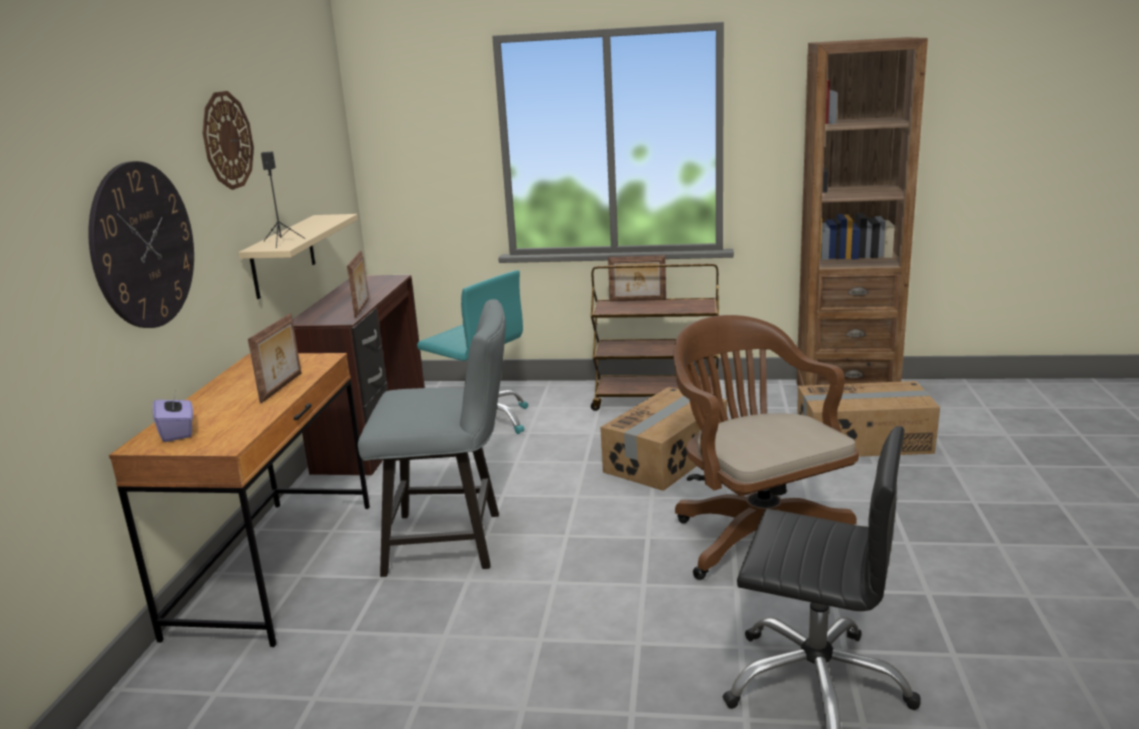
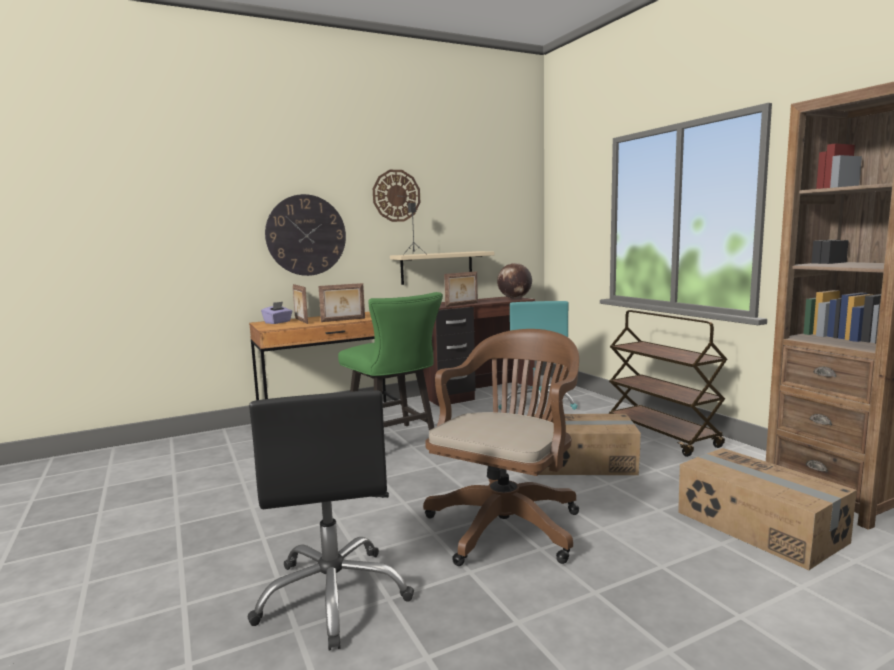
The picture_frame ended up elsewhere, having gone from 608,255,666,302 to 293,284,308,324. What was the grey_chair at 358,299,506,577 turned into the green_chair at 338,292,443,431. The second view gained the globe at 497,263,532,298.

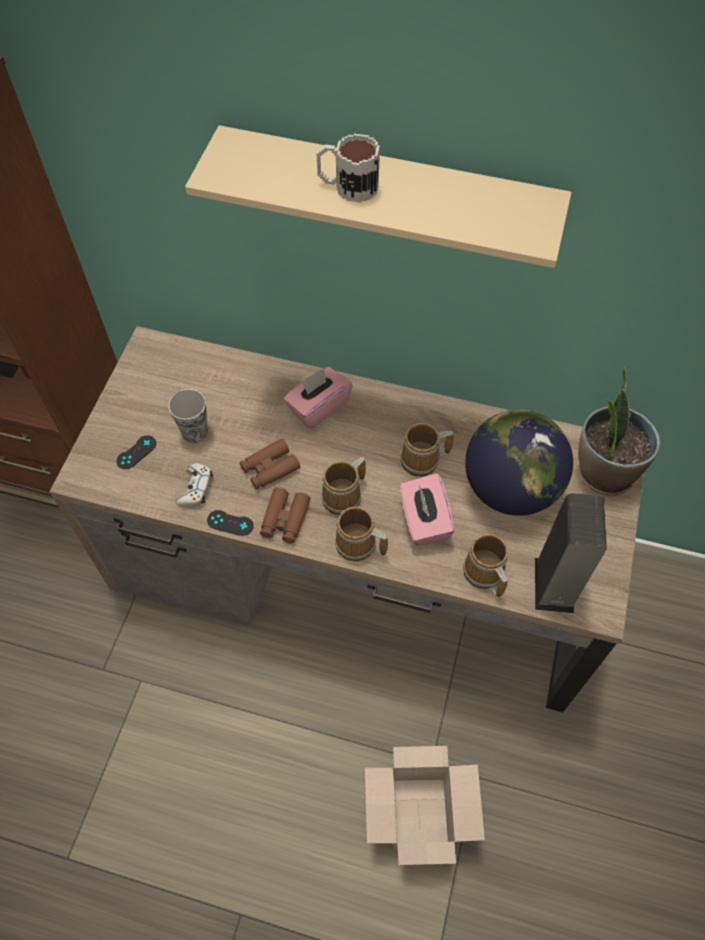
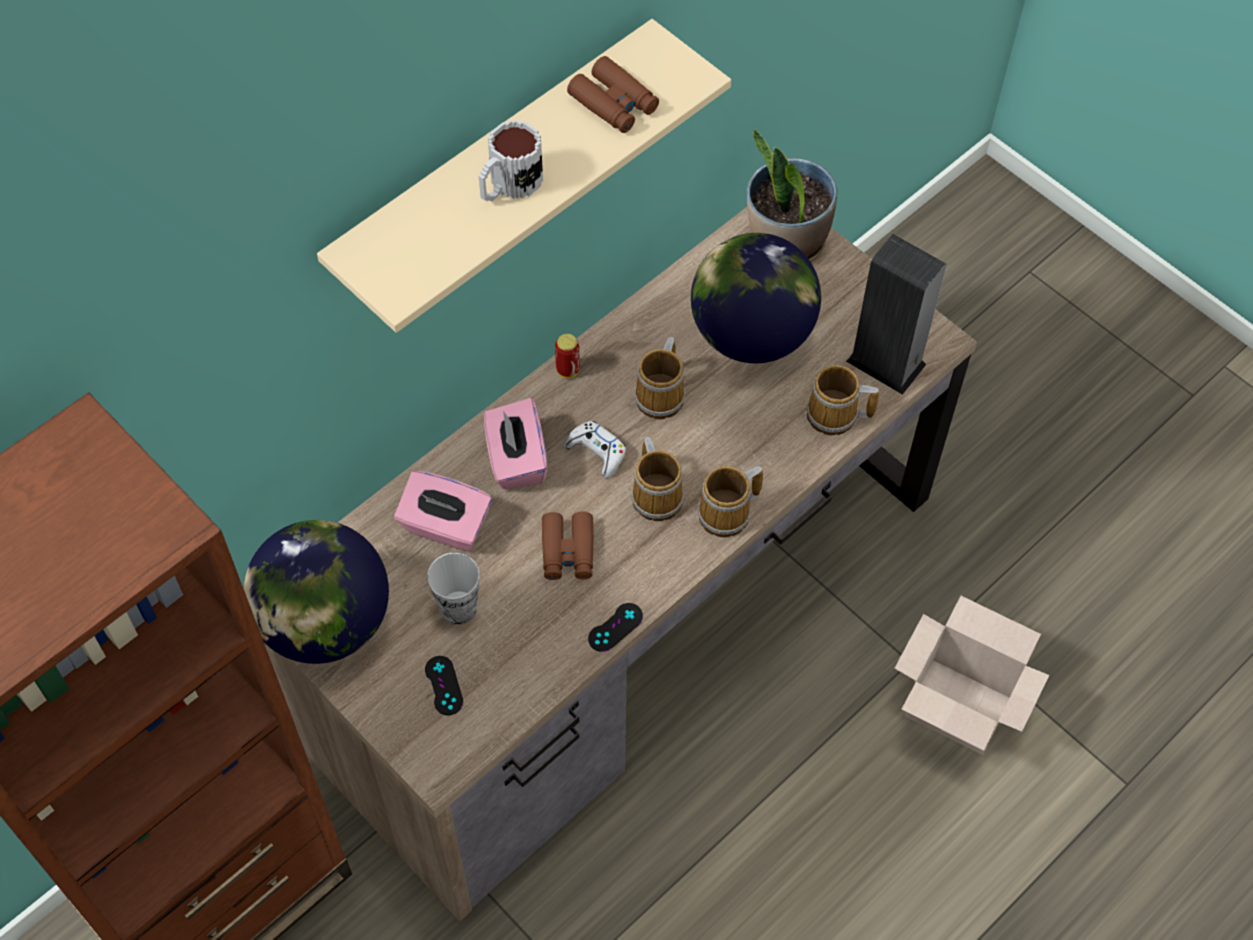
The white_game_controller ended up elsewhere, having gone from 176,463,213,507 to 565,421,626,478. The pink_tissue_box ended up elsewhere, having gone from 400,473,455,546 to 394,471,492,551. The brown_binoculars ended up elsewhere, having gone from 260,487,311,544 to 567,56,659,133. The second view gained the can at 555,334,580,378. The second view gained the globe at 244,520,389,664.

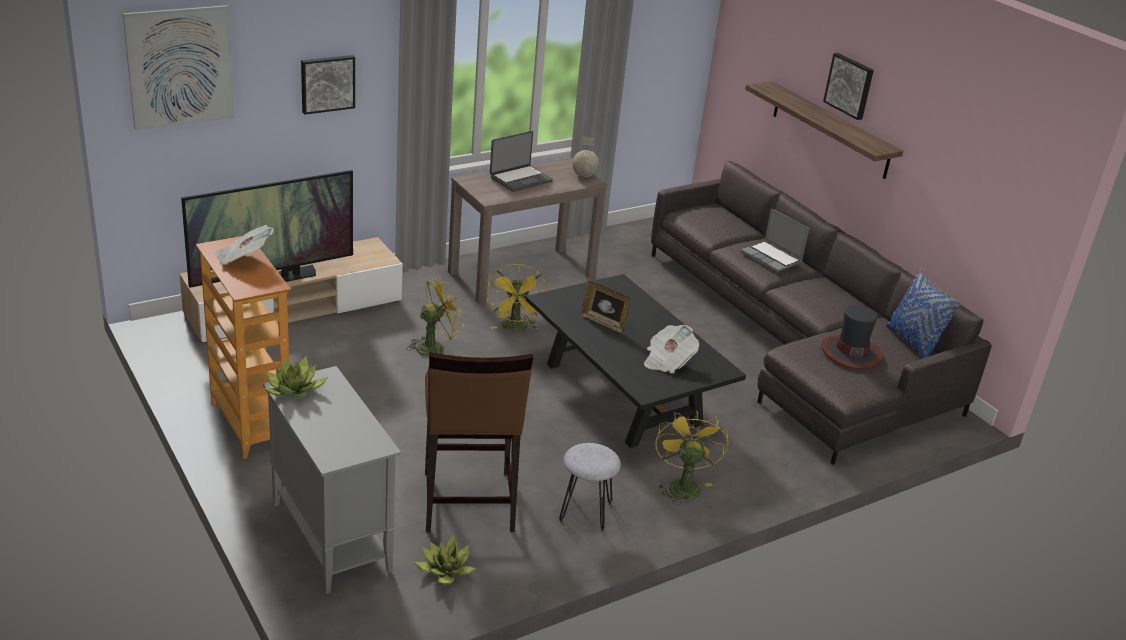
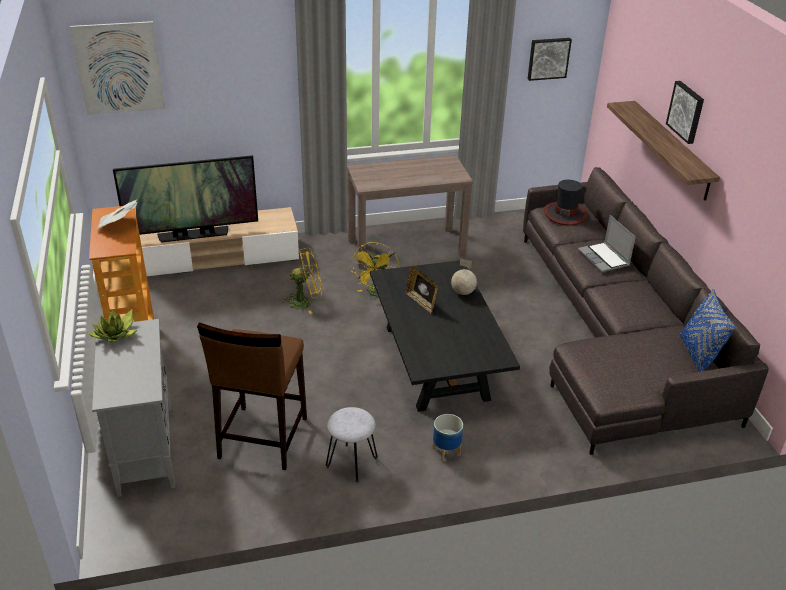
The picture ended up elsewhere, having gone from 301,55,355,115 to 528,38,572,81. The second view lost the laptop at 490,131,553,192. The globe ended up elsewhere, having gone from 572,136,599,177 to 451,258,477,295. The hat ended up elsewhere, having gone from 821,305,883,369 to 544,180,588,225. The second view lost the newspaper at 644,325,699,373. Where the yellow_fan stood at 655,410,728,506, the planter came to stand at 433,414,463,462. The second view lost the potted_plant at 414,535,477,586.

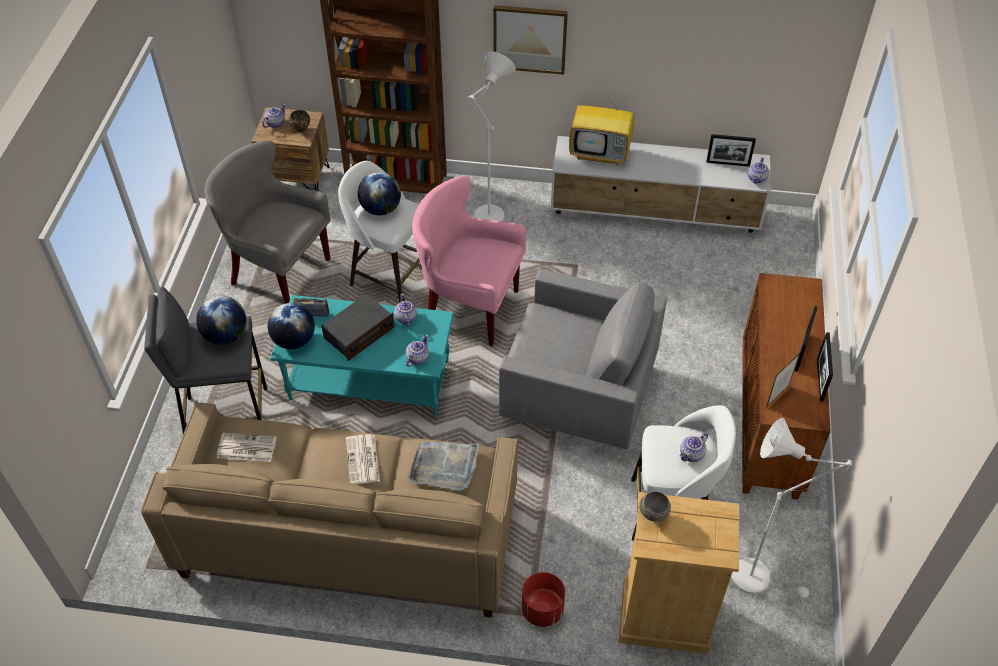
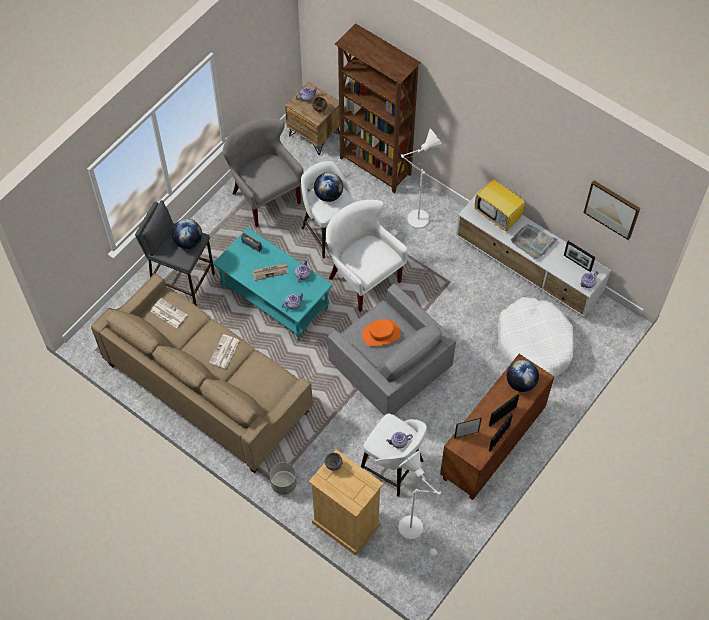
The picture ended up elsewhere, having gone from 493,5,568,75 to 583,180,640,240. What was the pink_armchair at 412,175,526,346 turned into the white_armchair at 326,200,408,312. Where the radio stood at 321,294,395,361, the newspaper came to stand at 252,263,288,281. The globe ended up elsewhere, having gone from 268,303,315,349 to 507,360,539,392. The grey_tray ended up elsewhere, having gone from 408,442,479,491 to 511,224,558,259. What was the red_planter at 522,572,565,627 turned into the grey_planter at 270,462,297,495. The second view gained the white_dog_bed at 498,297,574,379. The second view gained the orange_hat at 362,319,401,347.

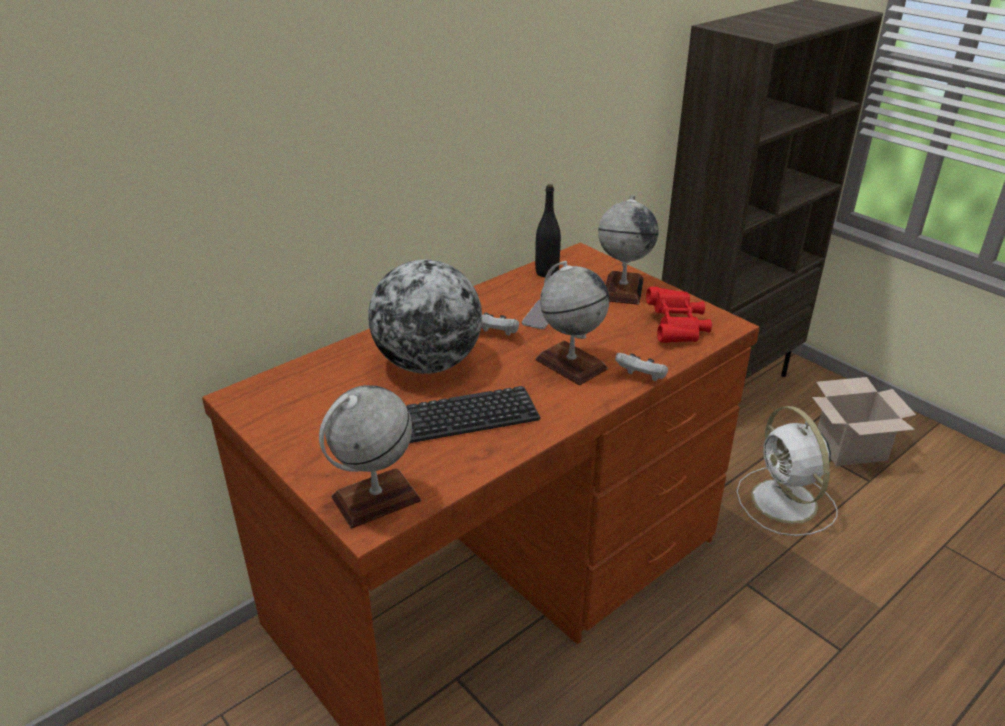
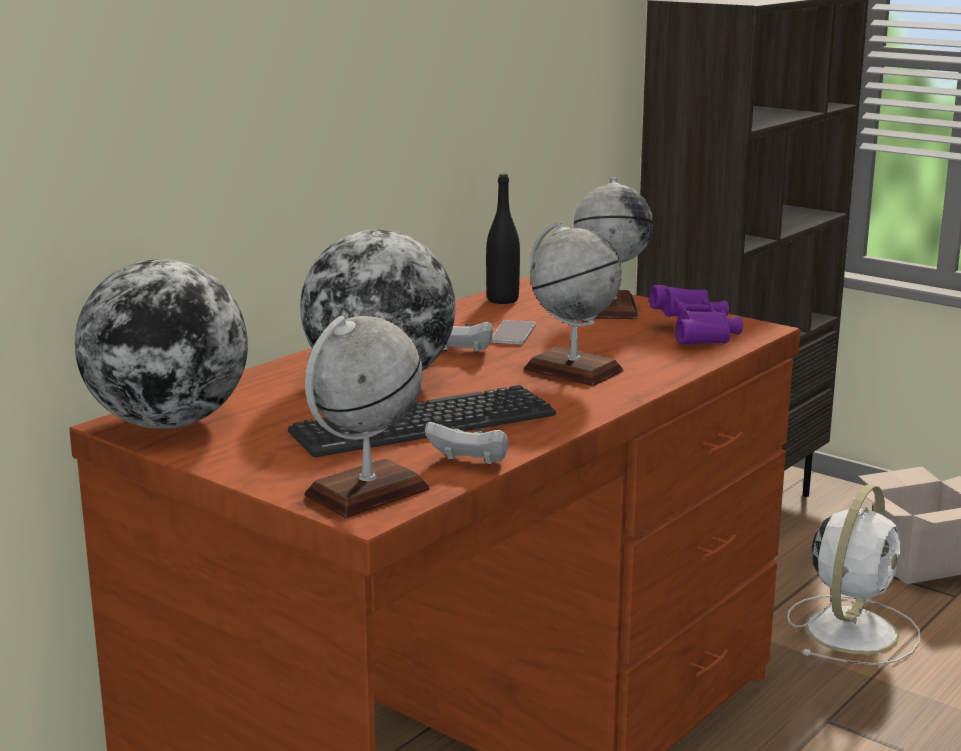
What was the red_binoculars at 646,287,712,343 turned into the purple_binoculars at 649,285,743,345. The white_game_controller ended up elsewhere, having gone from 615,353,668,381 to 425,422,508,465. The white_fan at 737,406,838,536 ended up facing another way, 120 degrees counterclockwise from before. The second view gained the globe at 75,259,248,429.

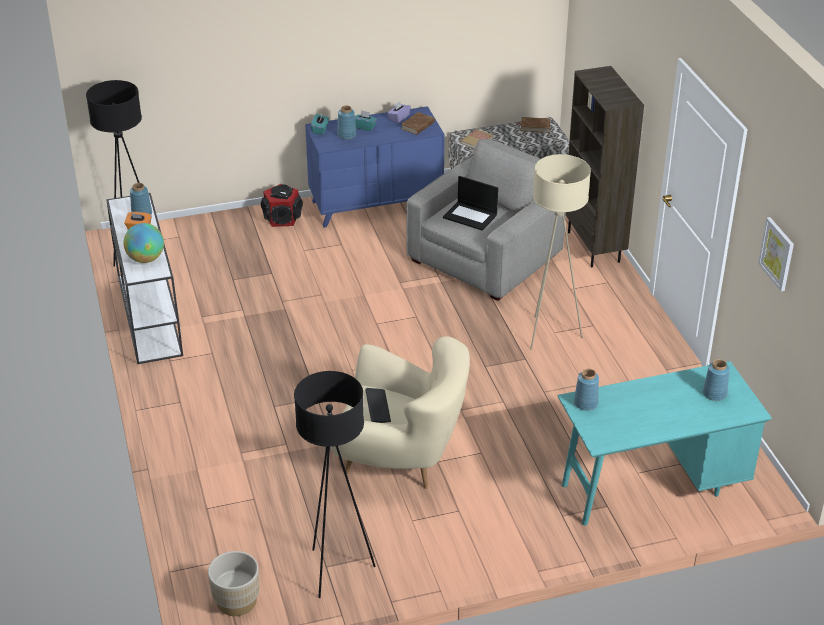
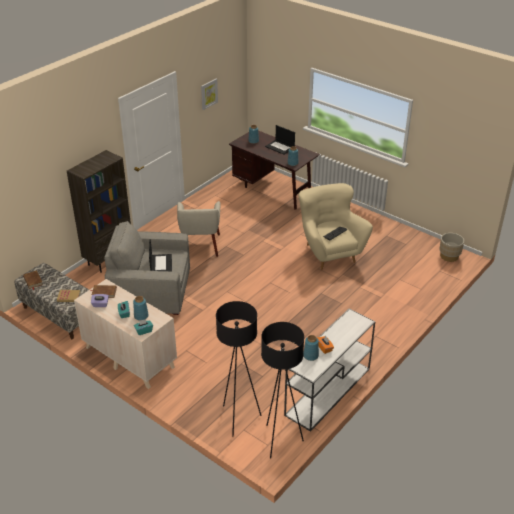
What was the blue_dresser at 305,106,445,228 turned into the beige_dresser at 74,279,177,389. Where the beige_floor_lamp stood at 530,154,591,350, the beige_armchair came to stand at 177,201,221,257. The second view lost the speaker at 261,184,303,227. The second view lost the globe at 123,223,164,263. What was the turquoise_desk at 557,361,772,526 turned into the brown_desk at 229,131,320,210. The black_floor_lamp ended up elsewhere, having gone from 294,371,376,598 to 216,301,262,436. The second view gained the laptop at 265,125,295,155.

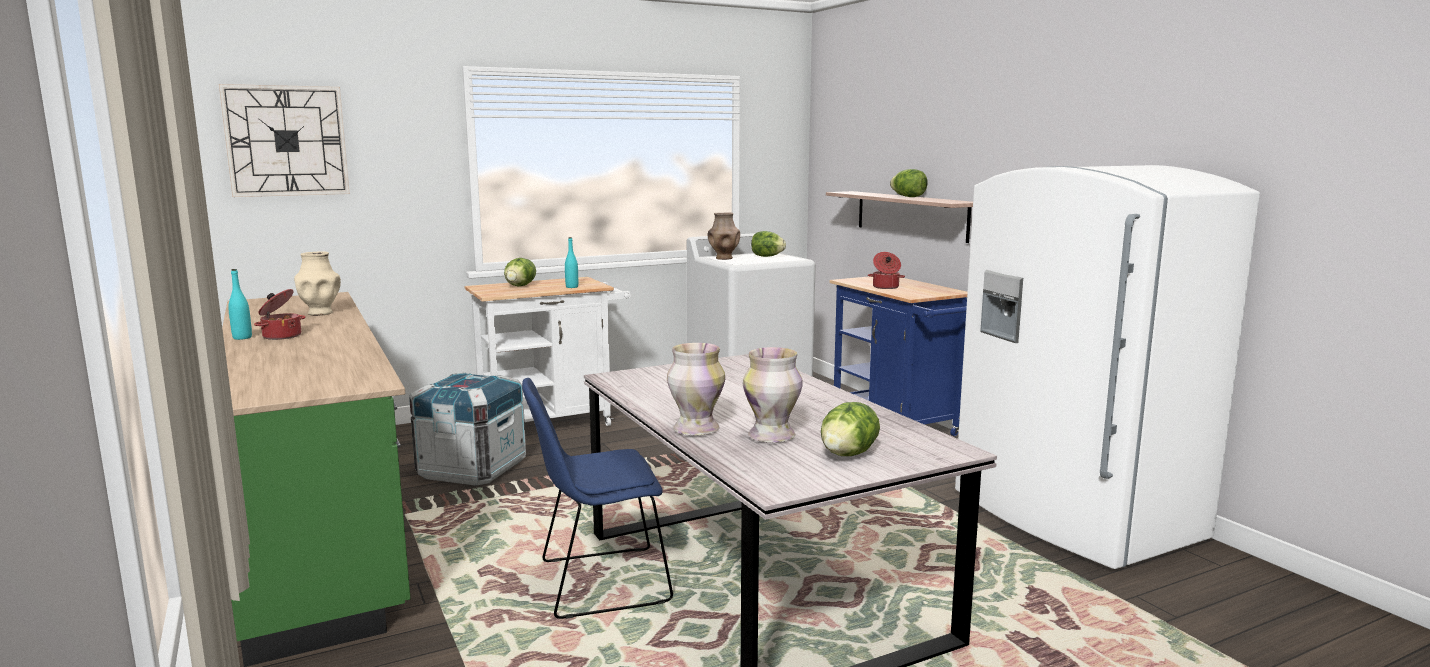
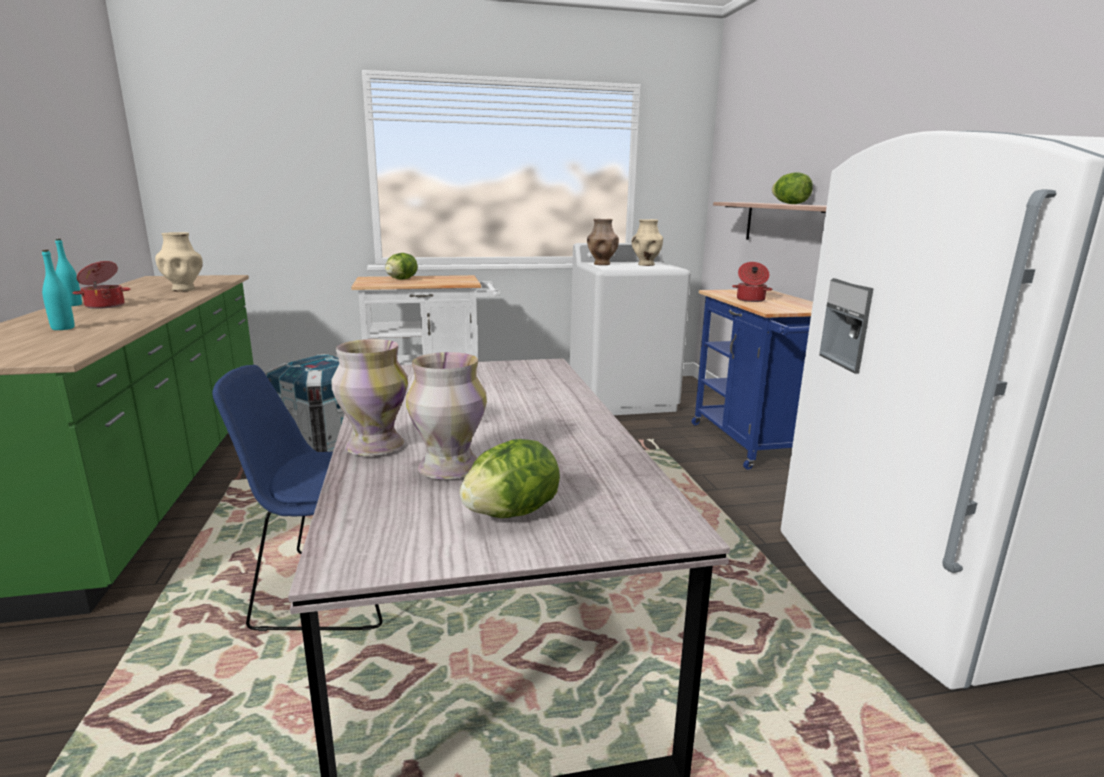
The second view lost the wall_clock at 219,84,350,197. Where the lettuce stood at 751,231,786,257, the beige_vase came to stand at 631,219,663,266. The turquoise_bottle ended up elsewhere, having gone from 565,237,578,288 to 42,250,75,330.

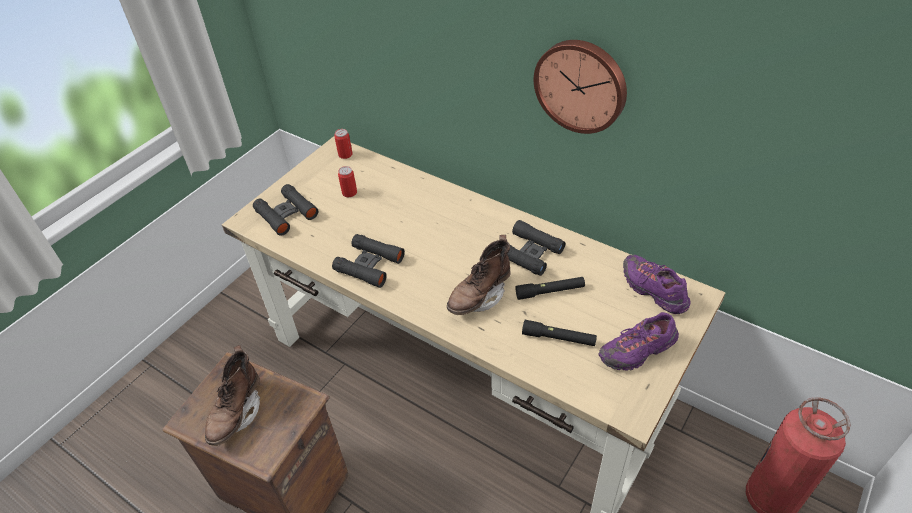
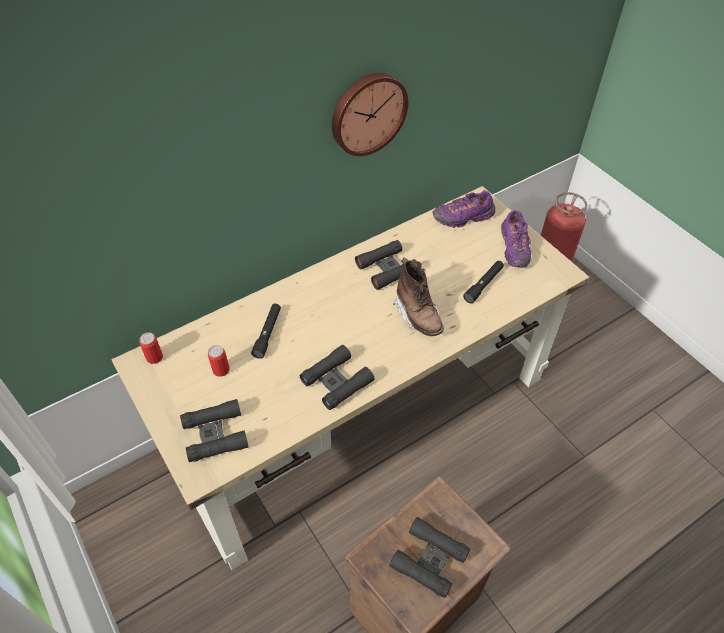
The black_flashlight ended up elsewhere, having gone from 516,277,585,300 to 251,304,281,359. Where the brown_boot stood at 205,345,260,446, the black_binoculars came to stand at 389,517,470,598.

